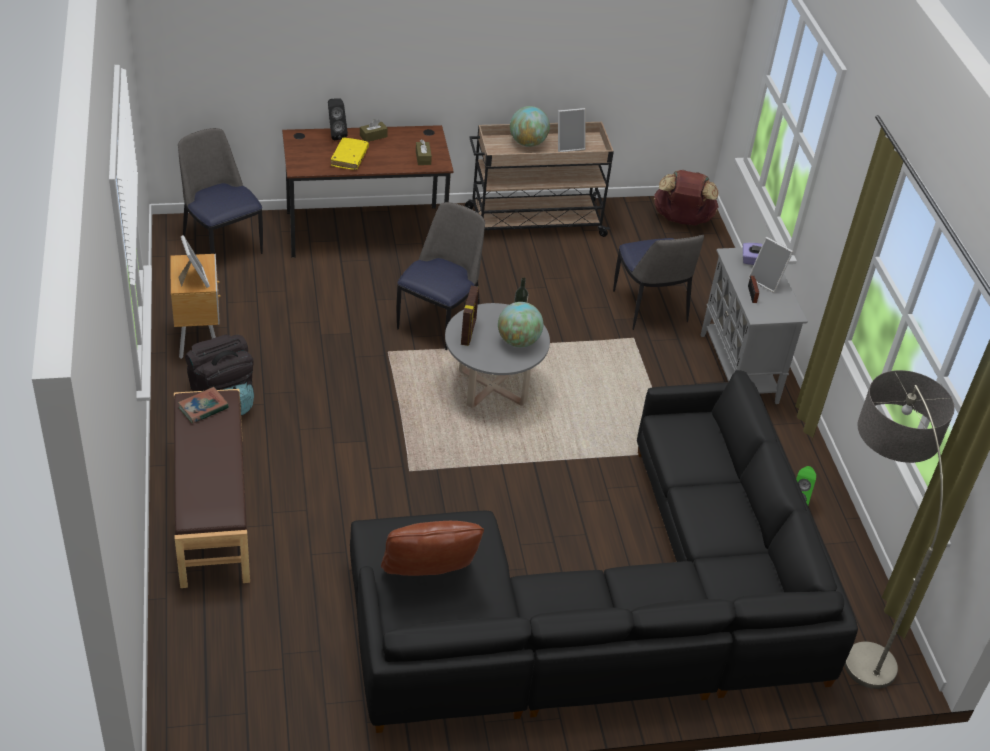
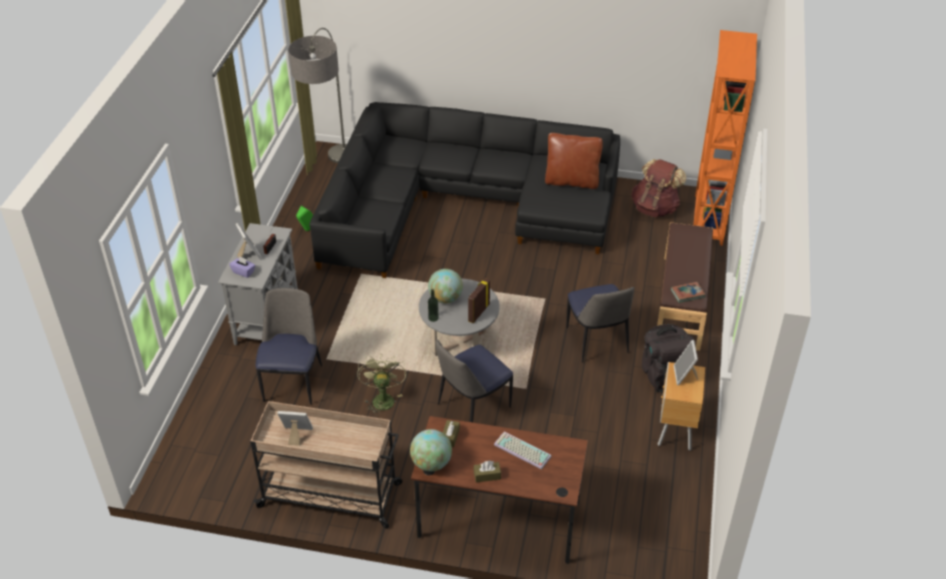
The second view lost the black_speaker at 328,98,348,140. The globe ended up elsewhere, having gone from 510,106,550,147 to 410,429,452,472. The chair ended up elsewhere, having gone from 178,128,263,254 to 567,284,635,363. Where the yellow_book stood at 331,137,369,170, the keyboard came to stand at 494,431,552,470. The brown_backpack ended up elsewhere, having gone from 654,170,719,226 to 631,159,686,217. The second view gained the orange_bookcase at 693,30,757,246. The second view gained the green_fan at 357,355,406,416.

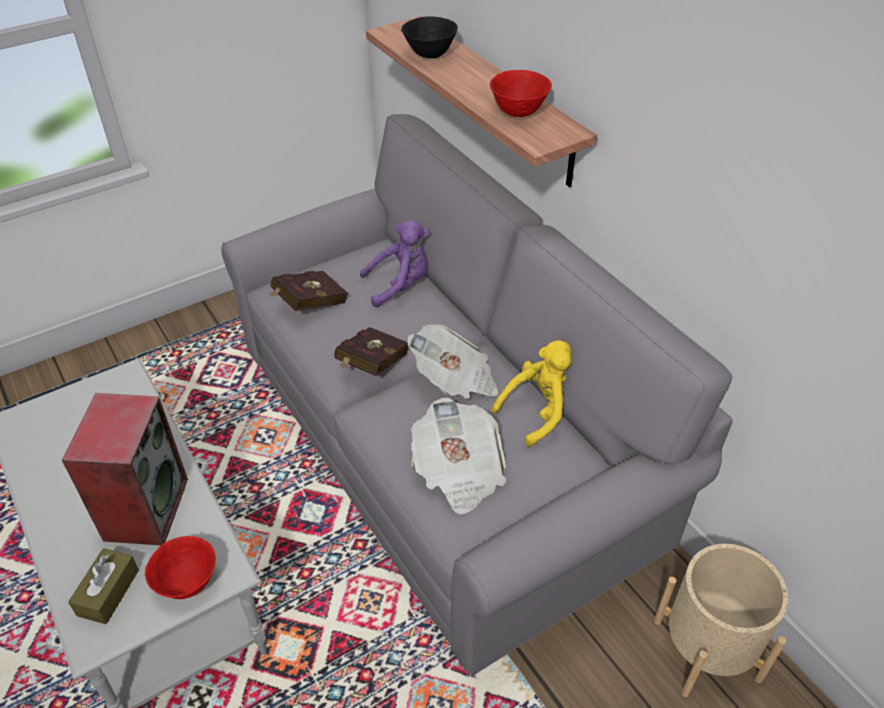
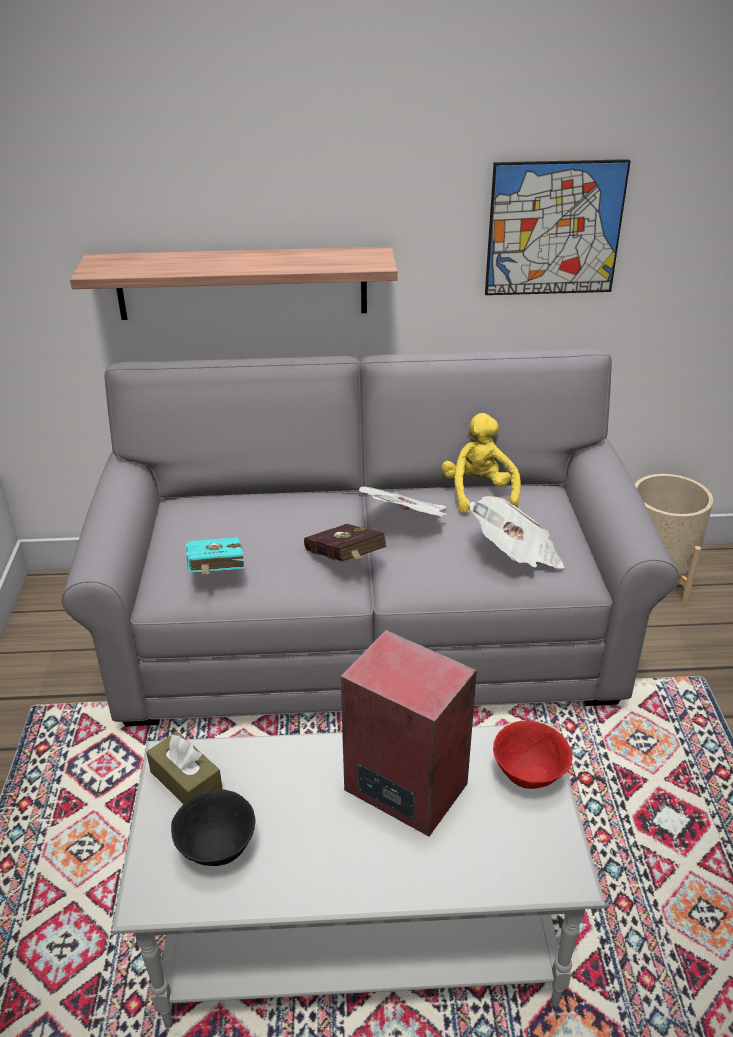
The black_bowl ended up elsewhere, having gone from 401,17,458,58 to 171,789,255,866. The second view lost the red_bowl at 490,70,552,117. The second view lost the purple_plush_toy at 360,220,429,307. What was the red_book at 268,271,348,311 turned into the turquoise_book at 186,537,244,575. The brown_tissue_box ended up elsewhere, having gone from 68,548,139,624 to 146,731,223,804. The second view gained the picture at 485,159,631,295.

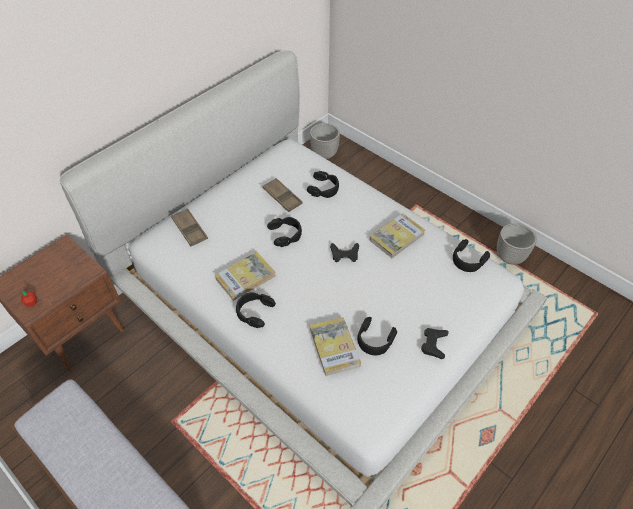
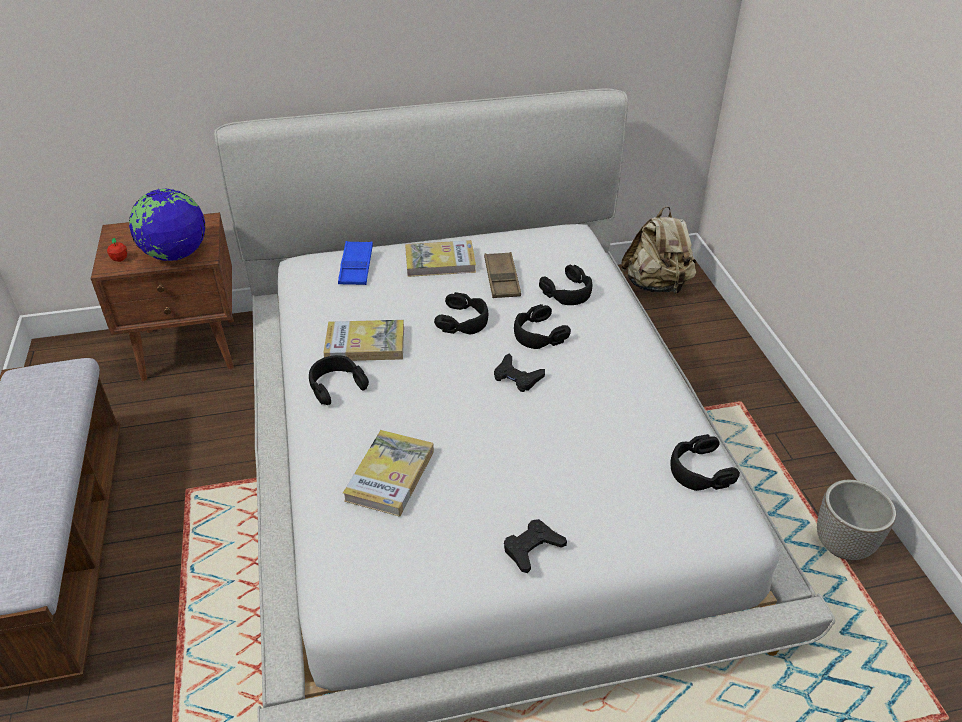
Where the planter stood at 310,123,340,159, the beige_backpack came to stand at 621,206,696,294. What was the brown_tray at 171,208,208,247 turned into the blue_tray at 338,241,373,285. The book ended up elsewhere, having gone from 370,213,425,258 to 405,240,476,277. The black_headphones ended up elsewhere, having gone from 357,317,397,355 to 514,304,571,349. The second view gained the globe at 129,189,205,261.

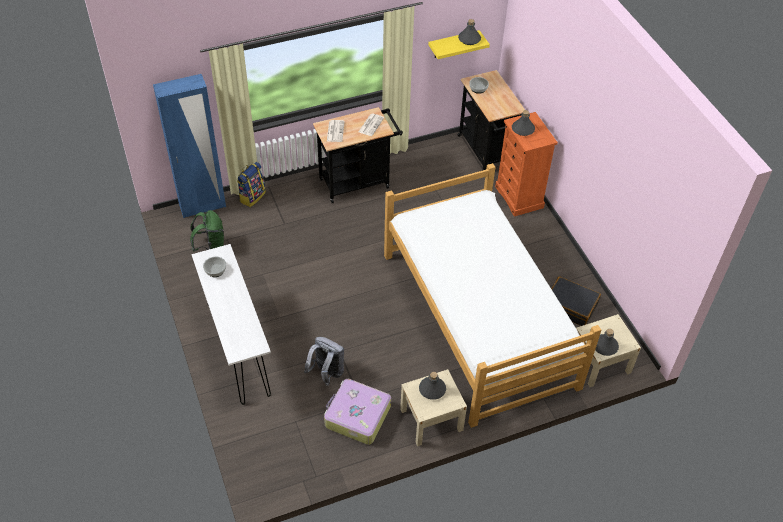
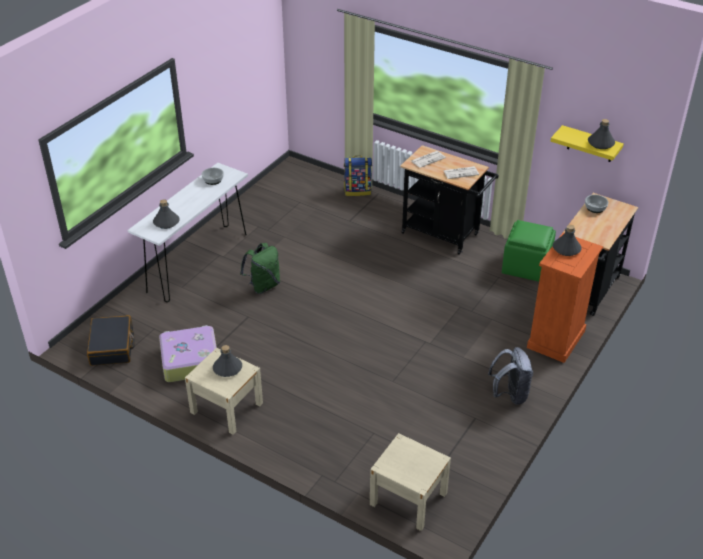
The second view lost the blue_wardrobe at 153,74,226,218. The second view lost the bed at 384,163,601,428. The green_backpack ended up elsewhere, having gone from 190,210,224,251 to 240,243,280,294. The black_suitcase ended up elsewhere, having gone from 551,276,601,326 to 87,315,135,366. The grey_bottle ended up elsewhere, having gone from 595,329,619,356 to 153,199,179,229. The grey_backpack ended up elsewhere, having gone from 304,337,344,386 to 488,347,533,405. The second view gained the green_ottoman at 502,220,556,282.

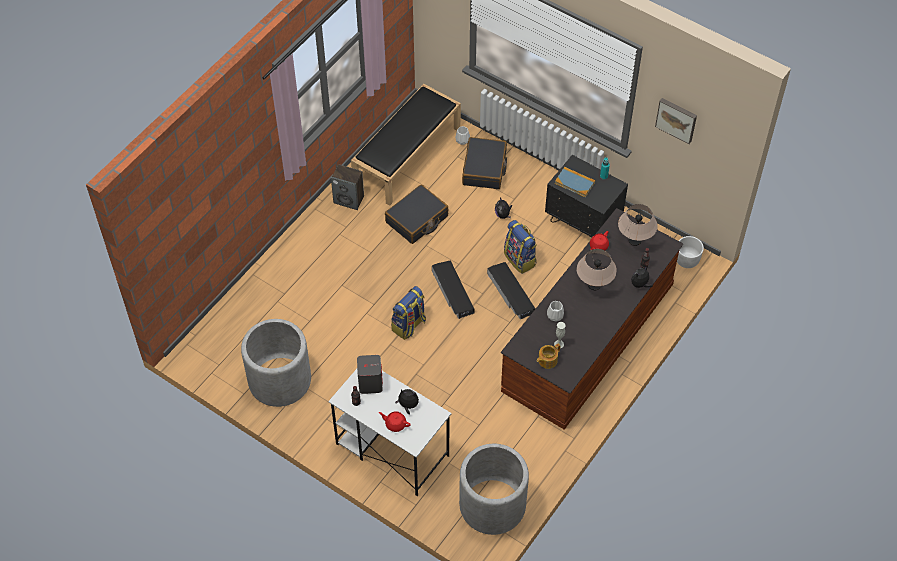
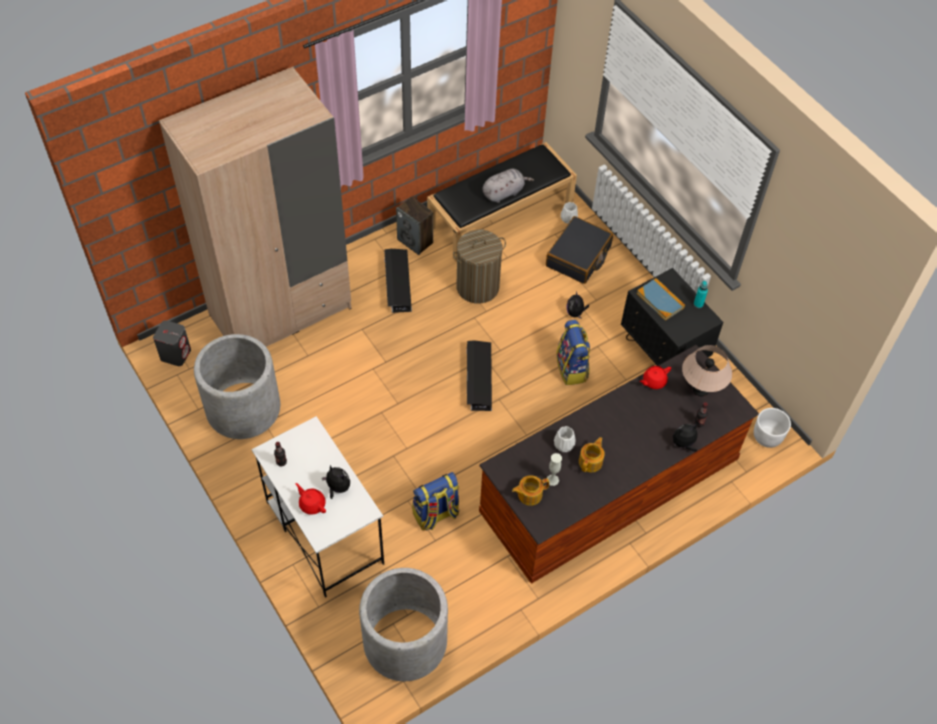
The second view lost the picture at 655,98,697,144. Where the black_suitcase stood at 385,184,448,244, the laundry_basket came to stand at 453,230,506,304. The second view lost the beige_table_lamp at 577,249,617,290. The black_storage_box ended up elsewhere, having gone from 487,262,535,319 to 384,249,412,313. The backpack ended up elsewhere, having gone from 391,286,426,340 to 412,472,459,530. The grey_speaker ended up elsewhere, having gone from 357,355,383,394 to 153,320,191,366. The second view gained the beige_wardrobe at 159,67,352,347. The second view gained the grey_plush_toy at 482,169,534,203. The second view gained the teapot at 579,437,605,472.

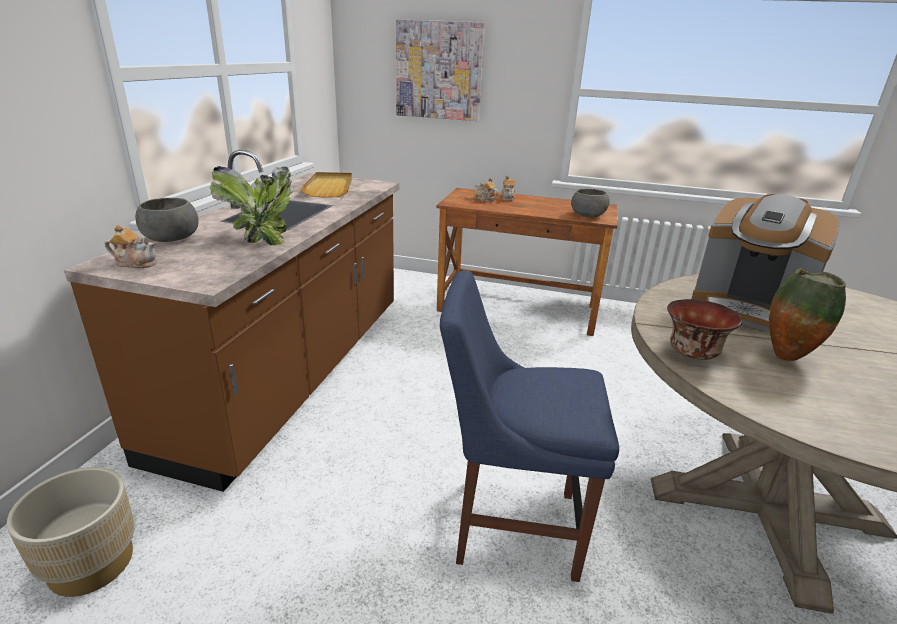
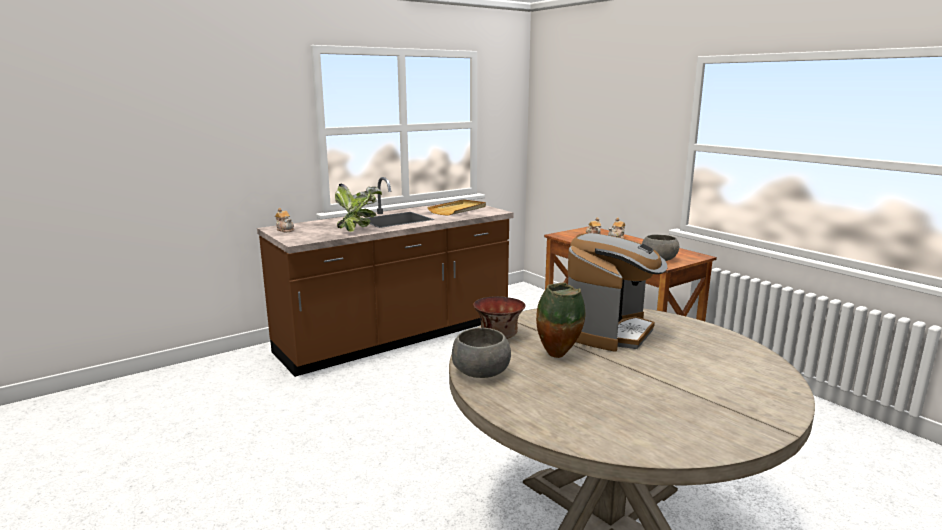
The second view lost the picture at 396,19,485,121. The coffee_machine at 692,194,840,332 ended up facing another way, 135 degrees counterclockwise from before. The grey_bowl ended up elsewhere, having gone from 135,198,199,242 to 452,328,511,378. The second view lost the blue_chair at 440,270,619,582. The second view lost the beige_planter at 7,467,135,597.

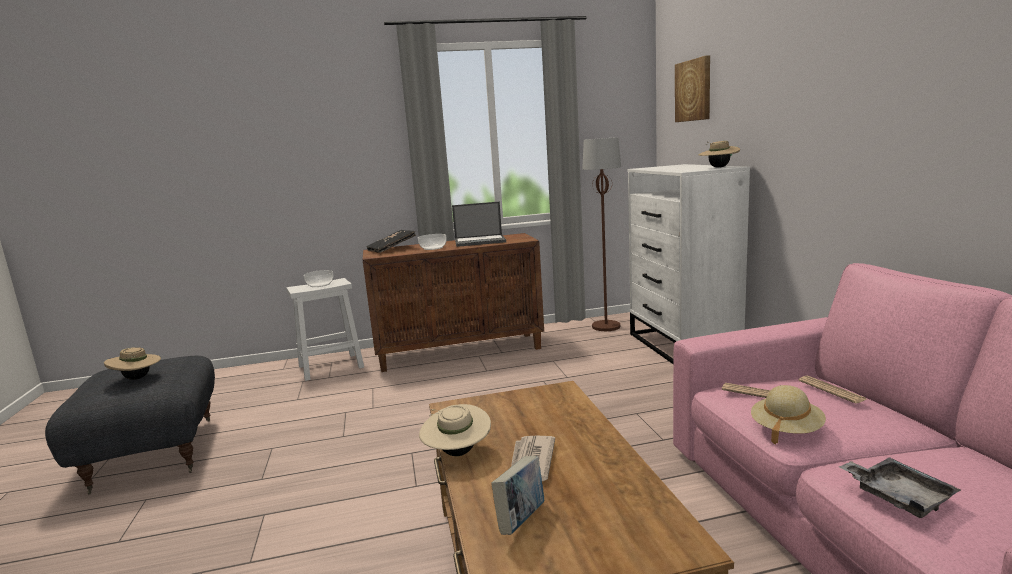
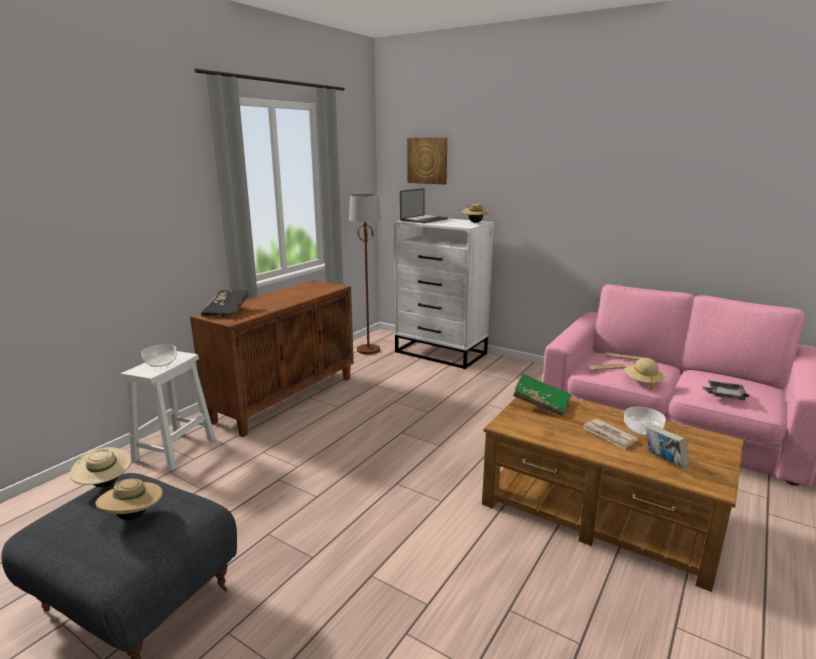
The laptop ended up elsewhere, having gone from 452,201,506,247 to 400,188,448,223. The bowl ended up elsewhere, having gone from 418,234,447,250 to 624,407,666,436. The beige_hat ended up elsewhere, having gone from 419,404,491,456 to 70,447,132,487. The second view gained the green_book at 513,374,571,416.

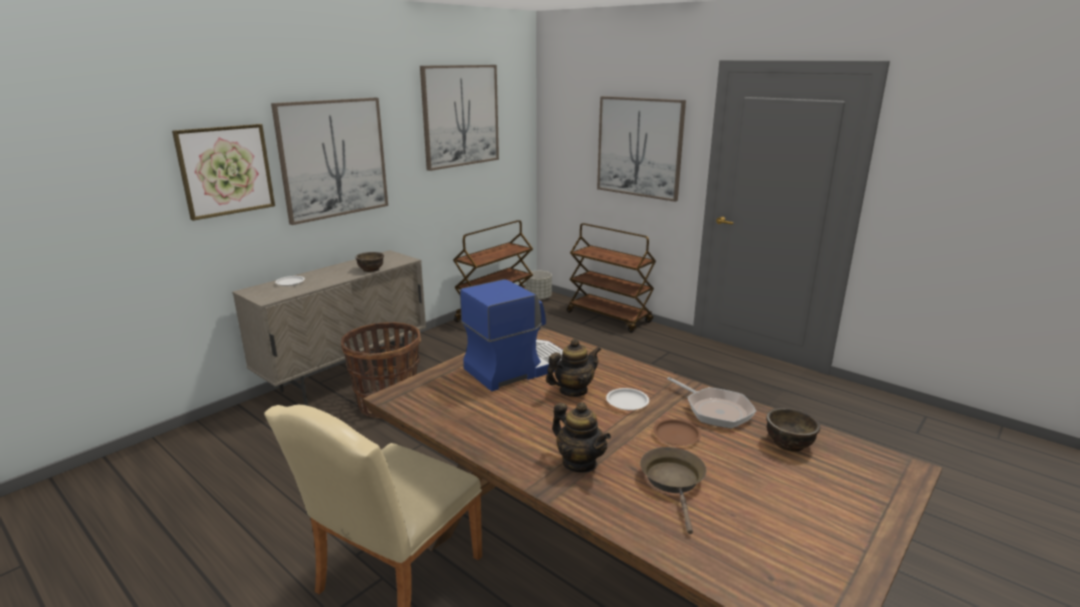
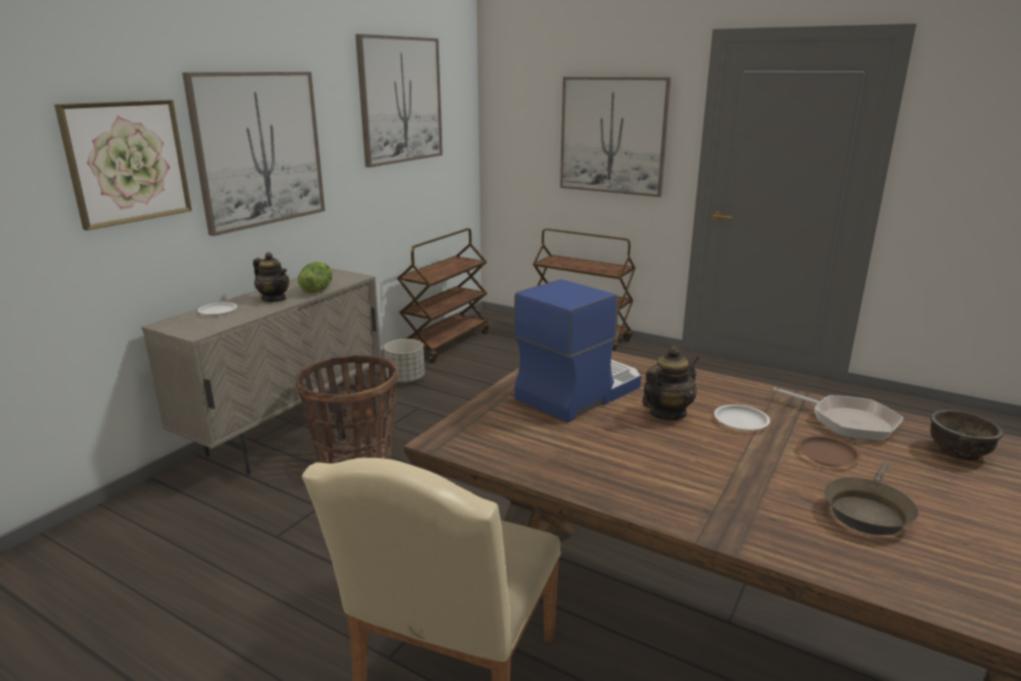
Where the brown_bowl stood at 356,252,384,272, the lettuce came to stand at 298,262,332,293. The grey_planter ended up elsewhere, having gone from 525,271,552,300 to 384,339,425,383. The teapot ended up elsewhere, having gone from 552,402,611,472 to 253,252,289,302. The brown_frying_pan at 640,447,706,534 ended up facing another way, 135 degrees counterclockwise from before.

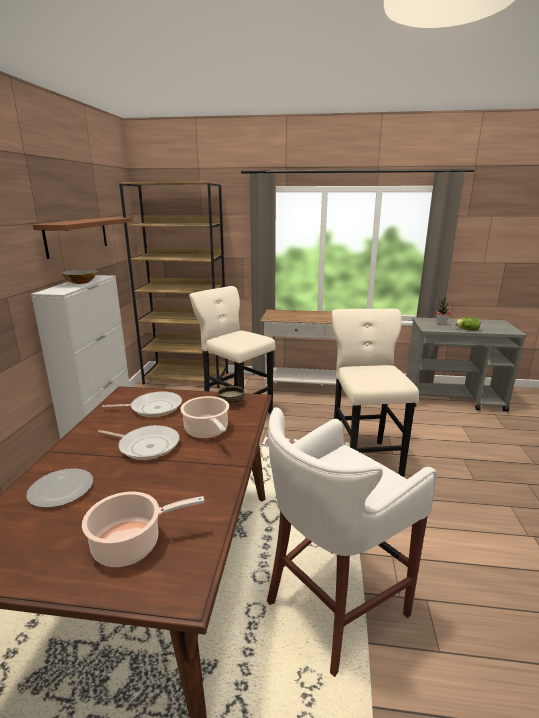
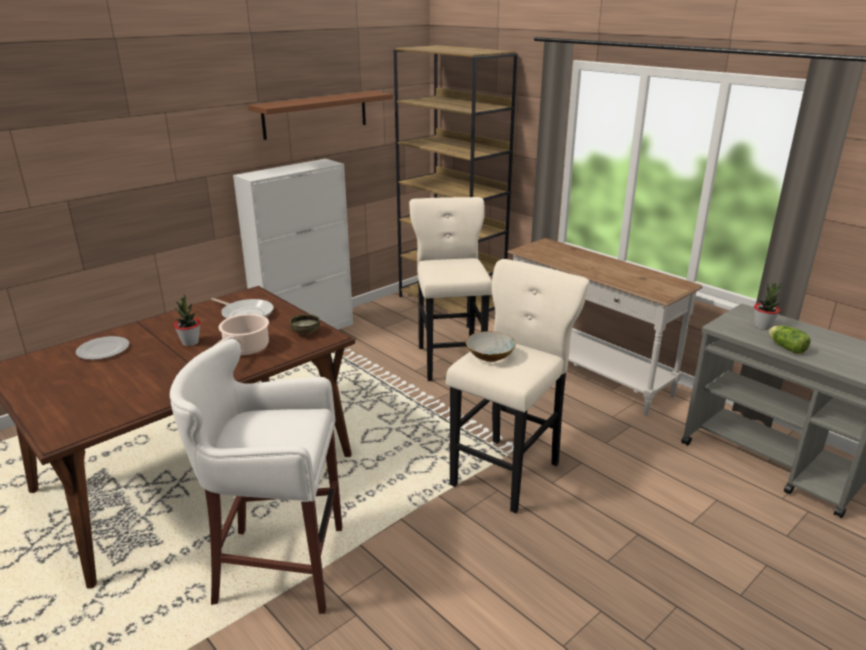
The bowl ended up elsewhere, having gone from 61,269,97,284 to 466,331,516,362. Where the frying_pan stood at 98,425,180,460, the potted_plant came to stand at 174,294,200,346. The second view lost the cooking_pot at 82,491,204,567.

